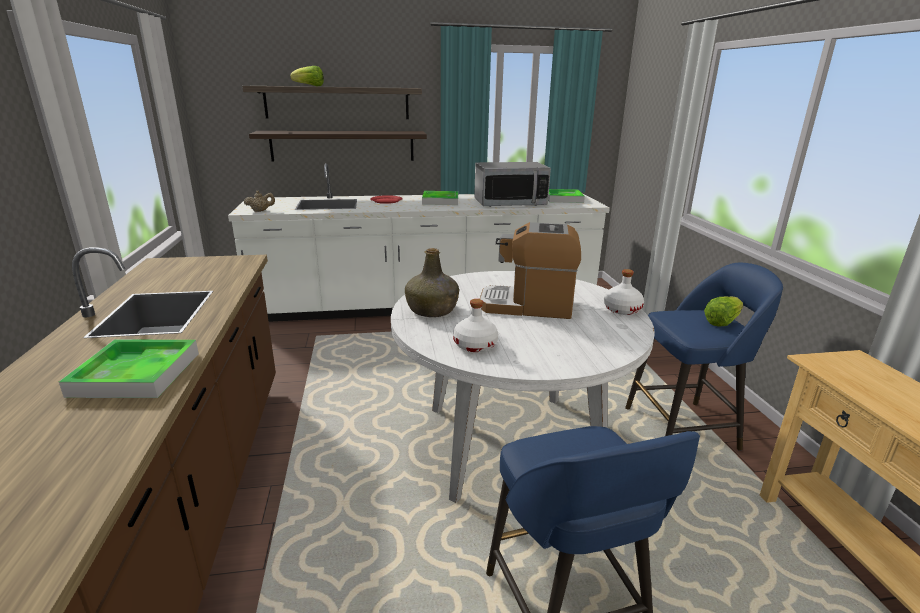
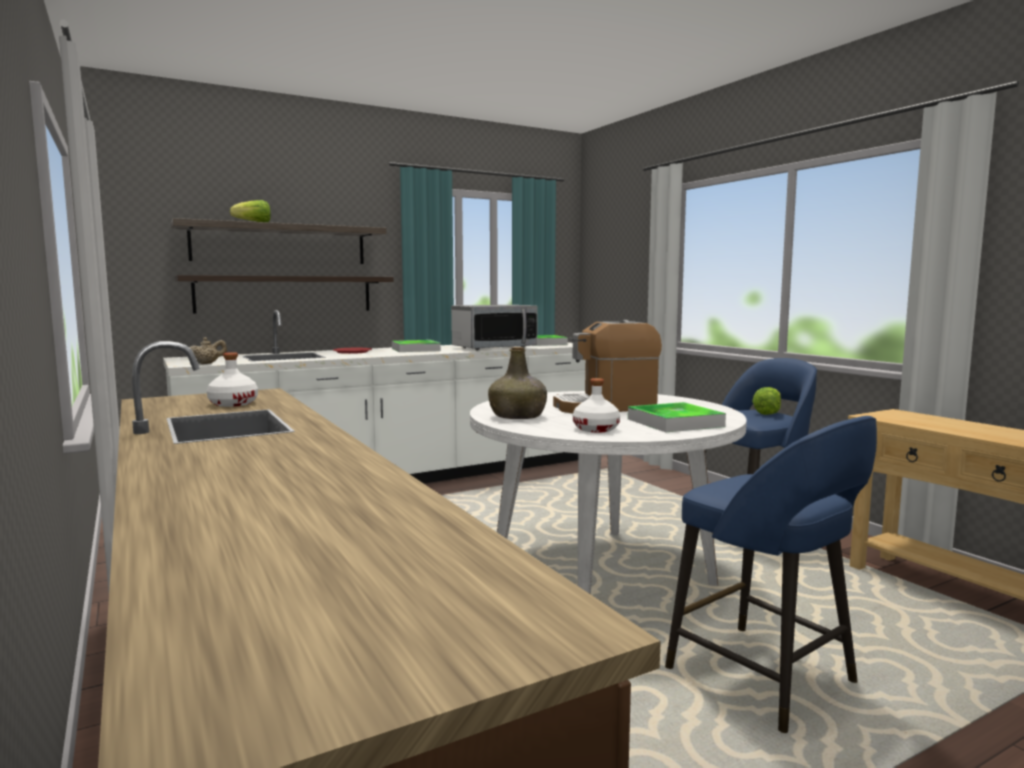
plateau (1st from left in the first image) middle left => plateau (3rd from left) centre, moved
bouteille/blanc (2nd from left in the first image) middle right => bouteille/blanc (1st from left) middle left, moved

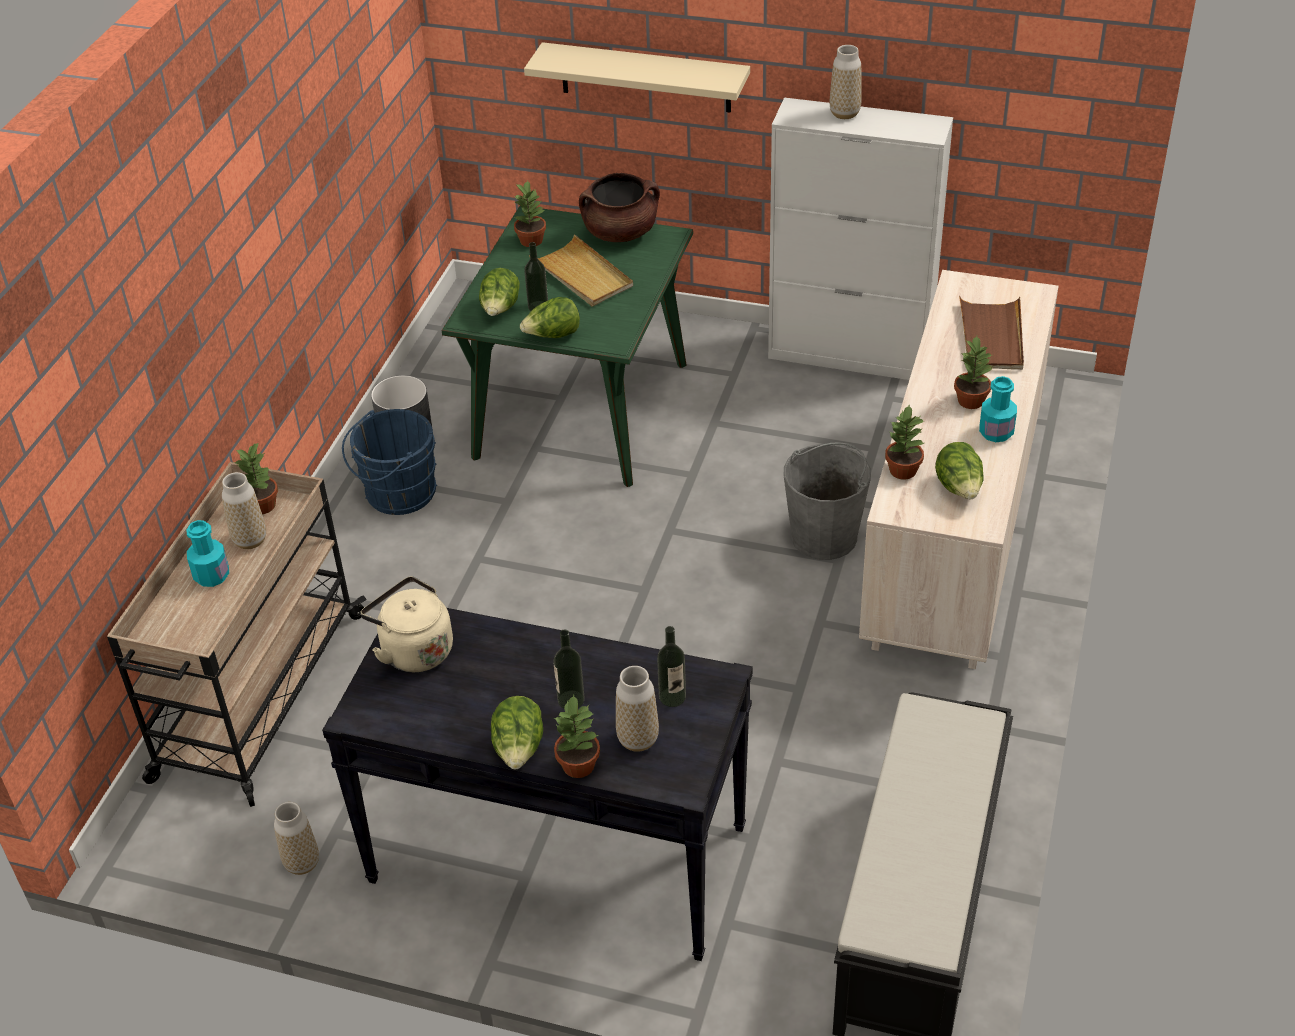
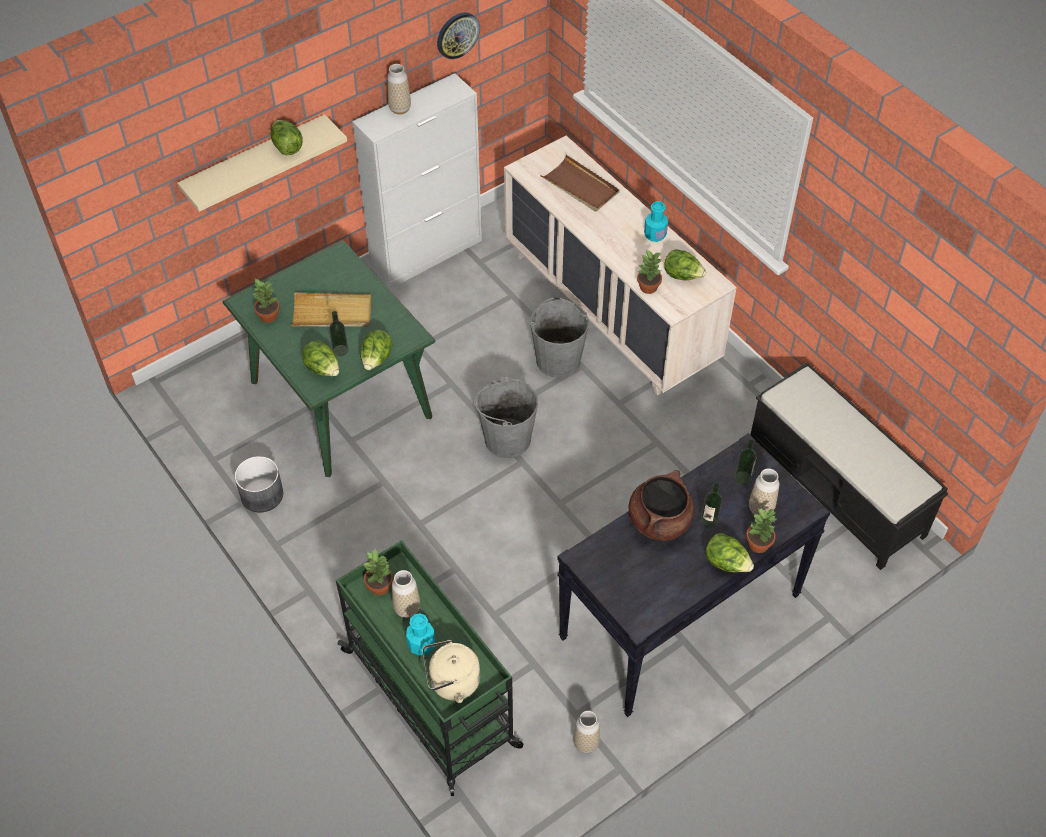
seau/bleu middle left => nothing
plante en pot (5th from left) middle right => nothing
nothing => laitue (1st from left) top left
nothing => horloge murale top centre
nothing => seau/gris (1st from left) centre
bouilloire/beige middle left => bouilloire/beige bottom centre, moved
marmite/marron top centre => marmite/marron centre, moved
chariot/beige middle left => chariot/vert bottom centre

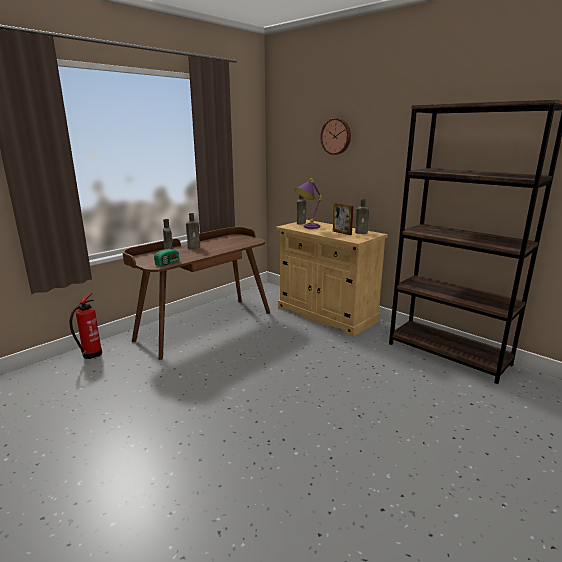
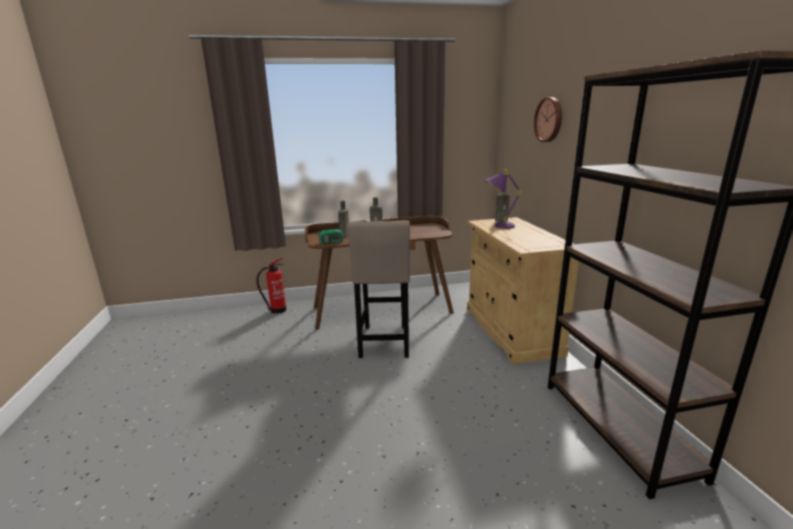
cadre photo centre => nothing
bouteille/marron (4th from left) centre => nothing
nothing => tabouret/beige centre

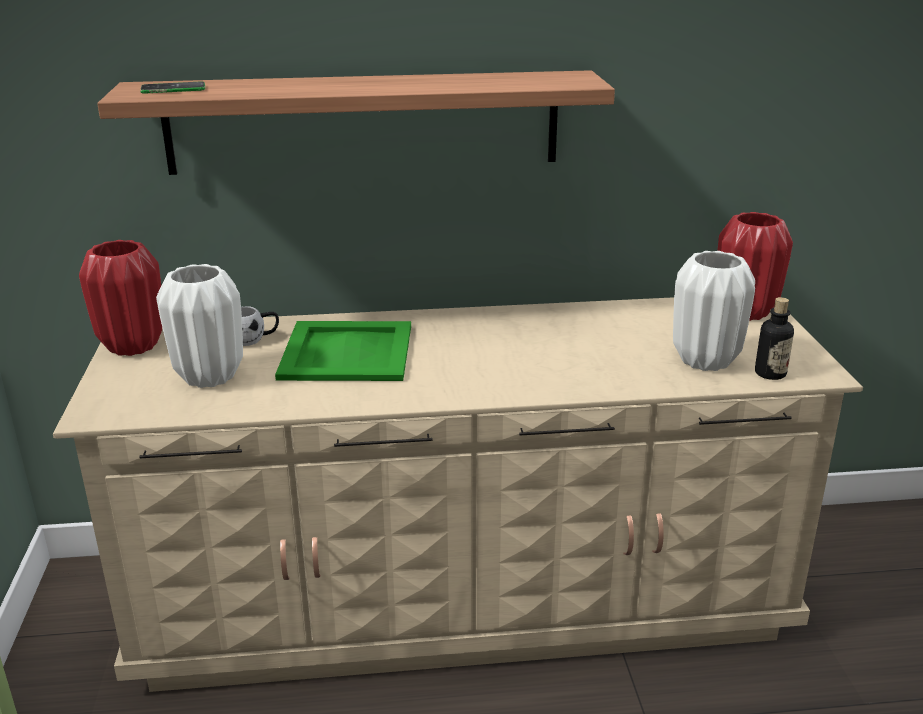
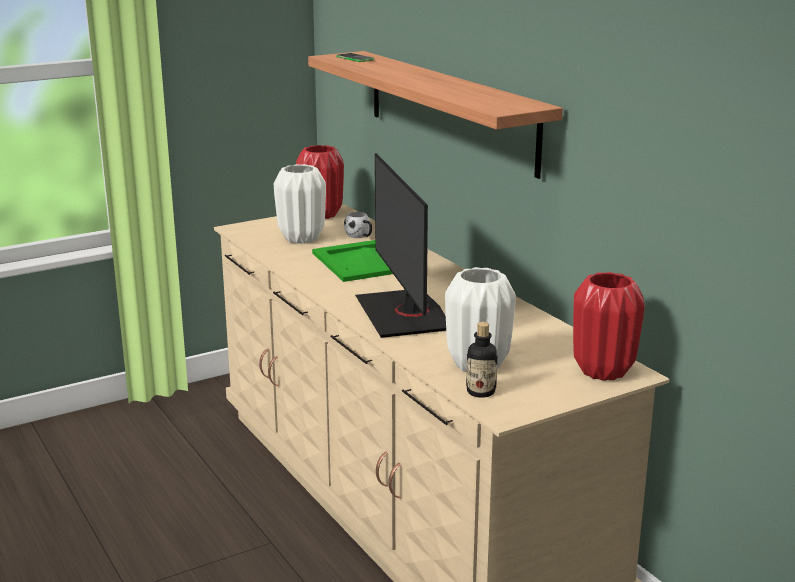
nothing => écran d'ordinateur centre

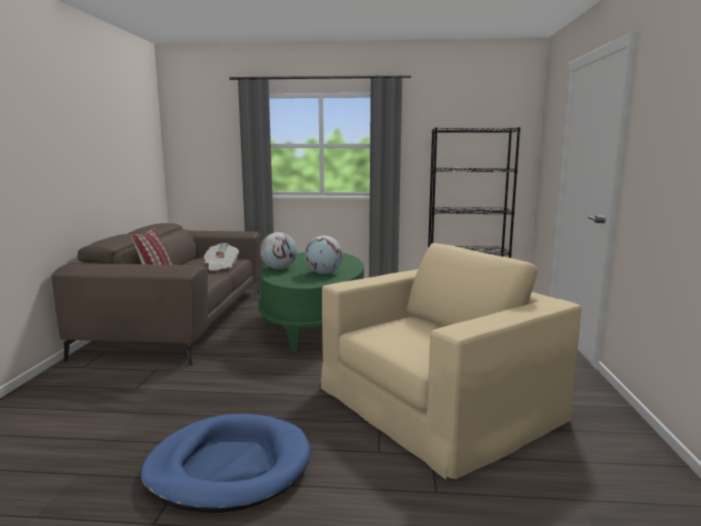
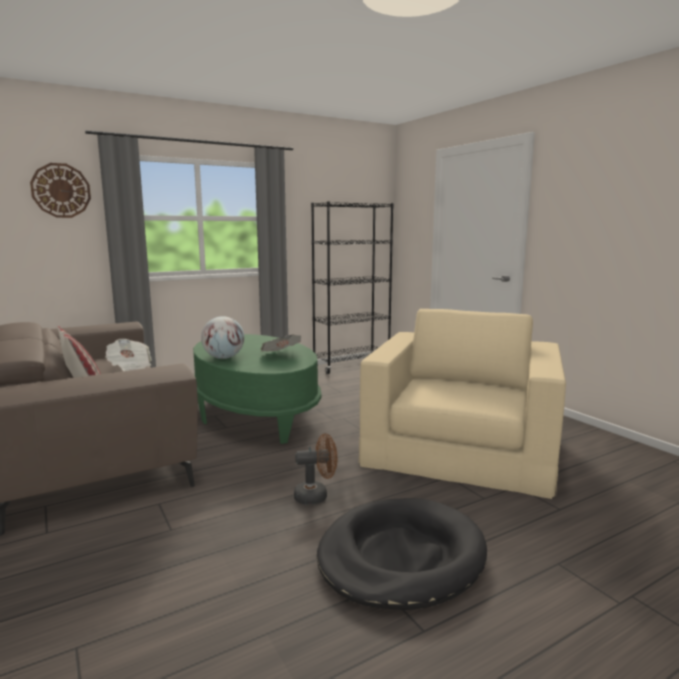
nothing => horloge murale top left
nothing => ventilateur/marron bottom centre
globe (2nd from left) centre => journal (2nd from left) centre
panier pour chien/bleu bottom left => panier pour chien/noir bottom centre

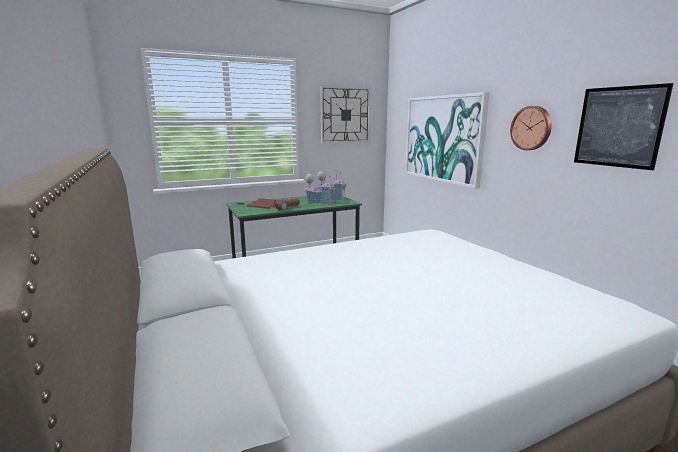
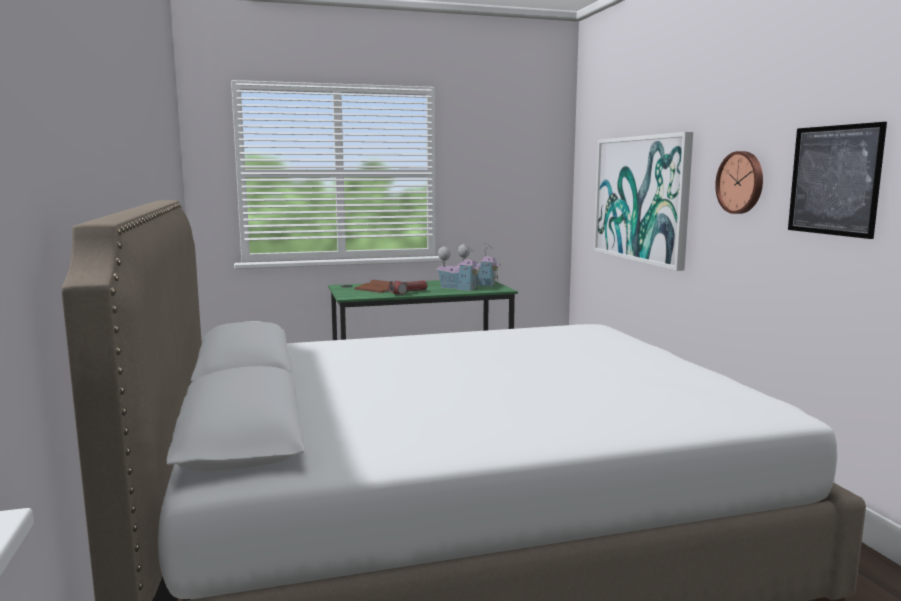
horloge murale (1st from left) top centre => nothing

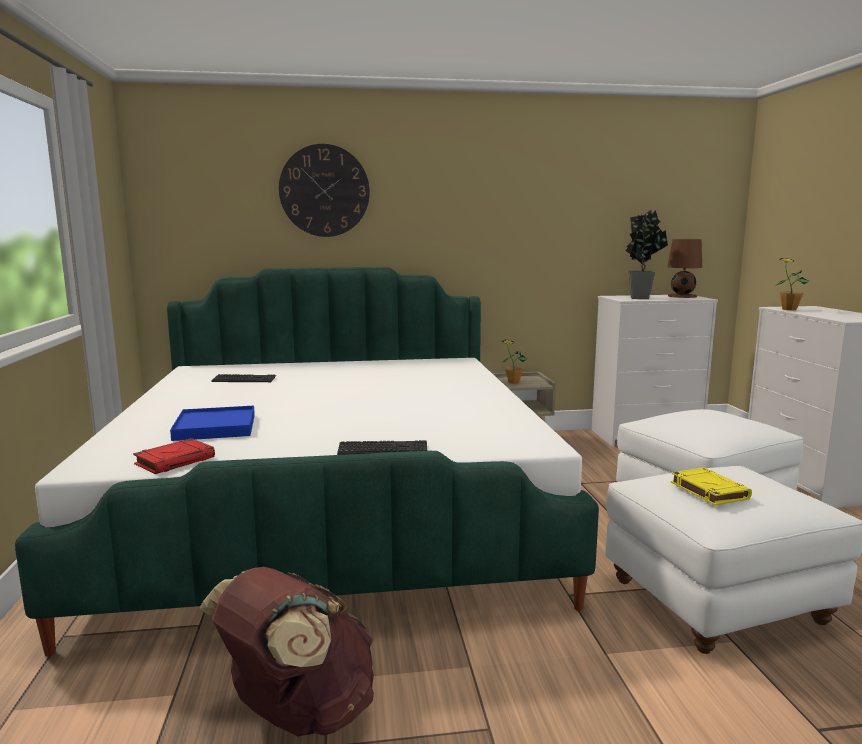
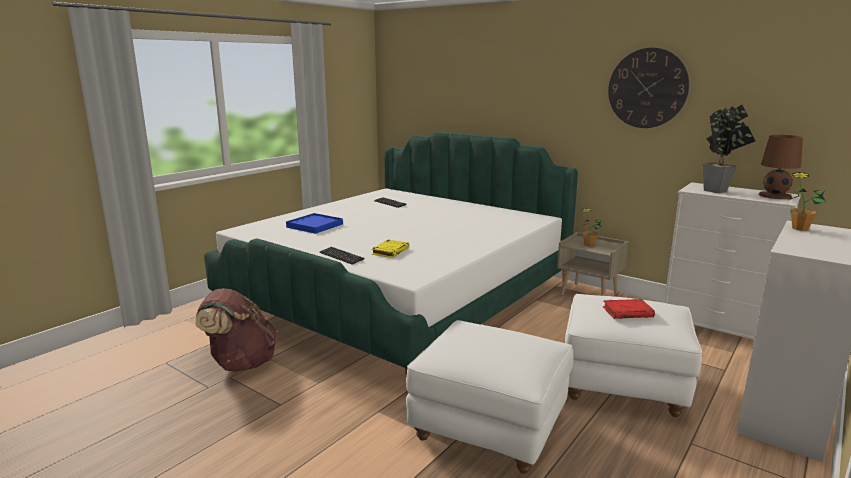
livre/rouge middle left => livre/rouge middle right, moved
horloge murale top centre => horloge murale top right, moved
livre/jaune middle right => livre/jaune centre, moved

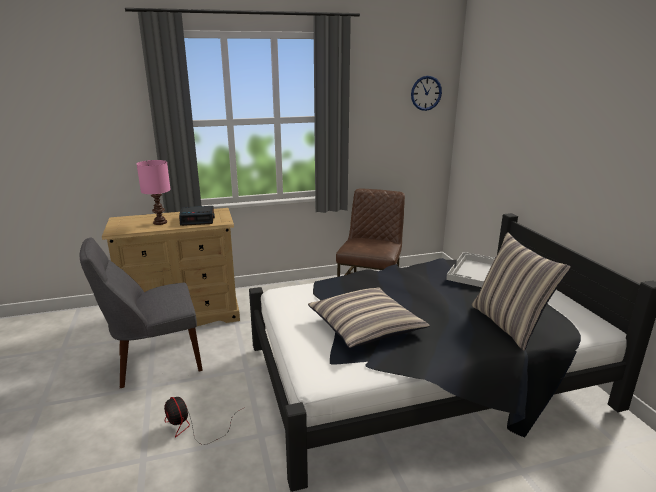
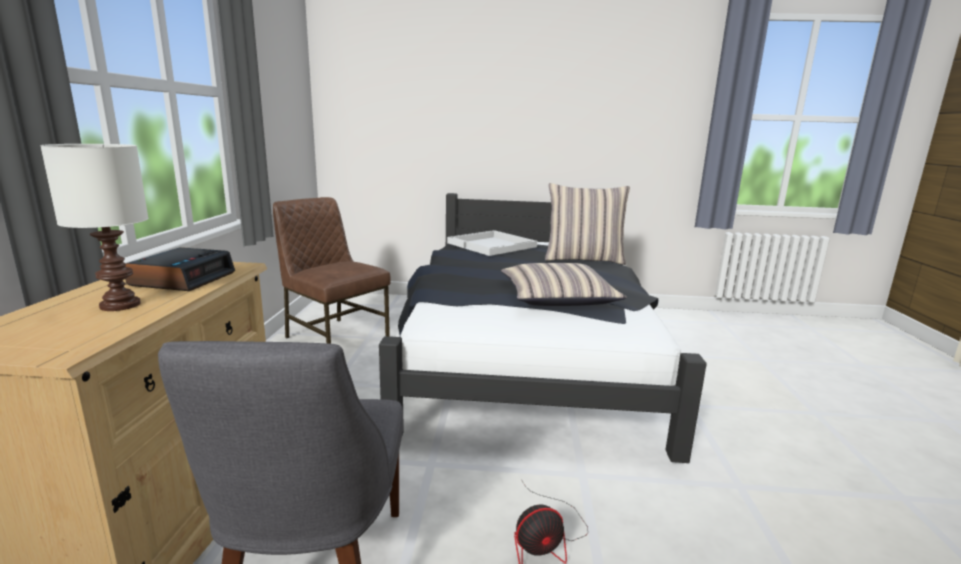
horloge murale top centre => nothing
lampe de table/rose middle left => lampe de table/blanc middle left

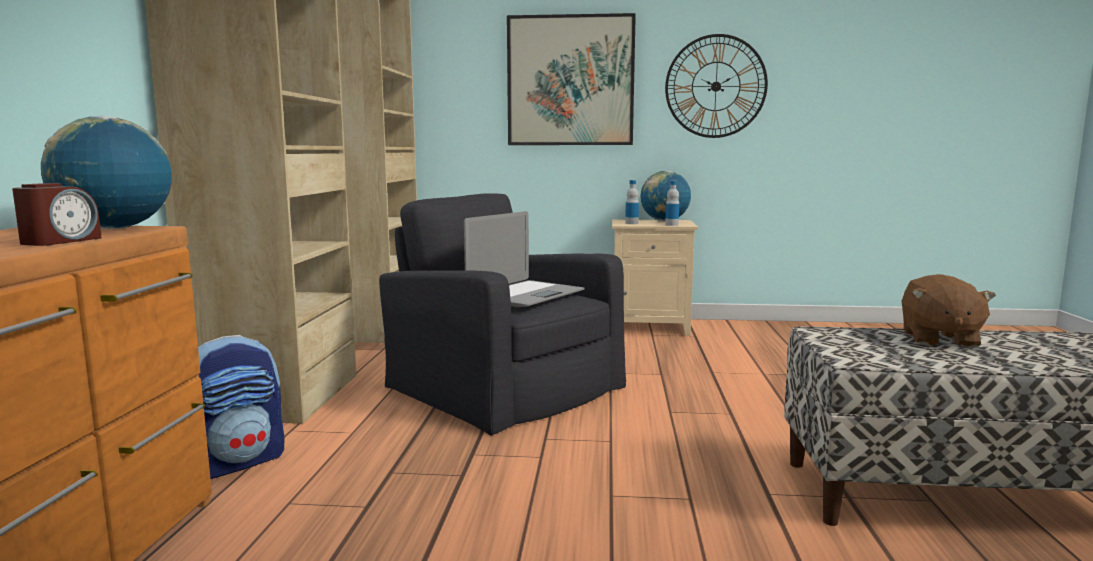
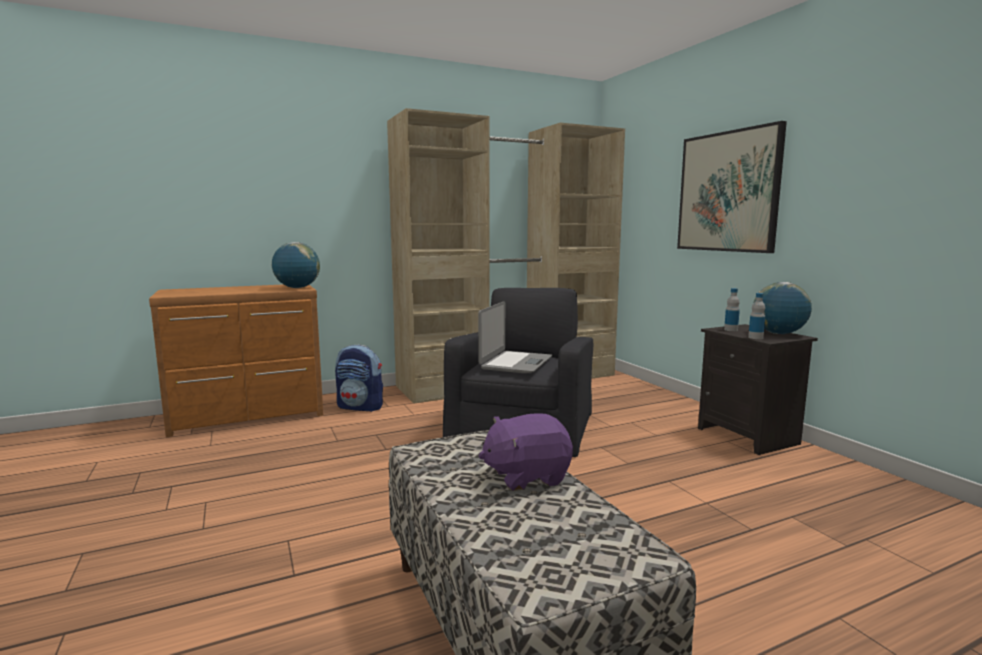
réveil middle left => nothing
horloge murale top centre => nothing
table de chevet/beige centre => table de chevet/noir middle right
peluche/marron middle right => peluche/violet bottom centre
ordinateur portable centre, 75 degrees counterclockwise

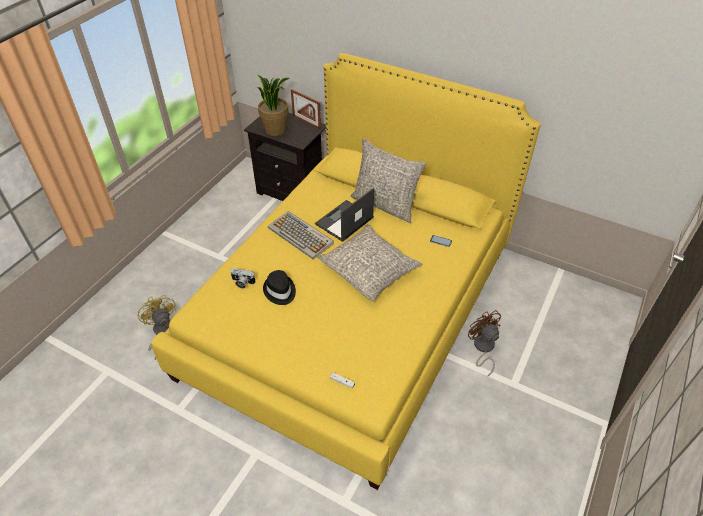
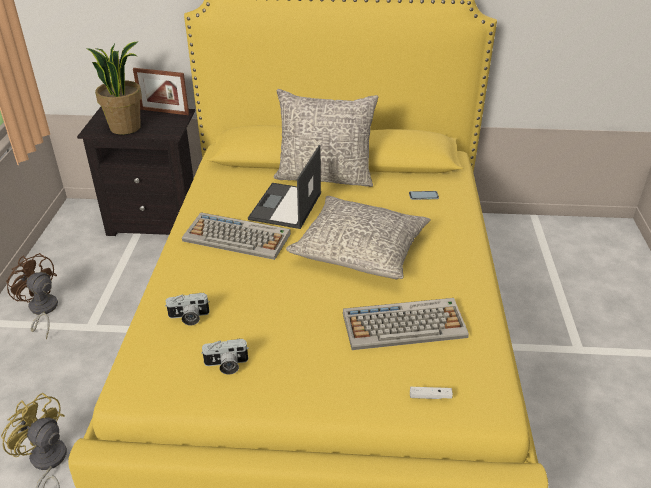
chapeau/noir centre => nothing
nothing => appareil photo (2nd from left) bottom centre
nothing => clavier (2nd from left) centre
ventilateur/marron middle right => ventilateur/marron middle left, moved

